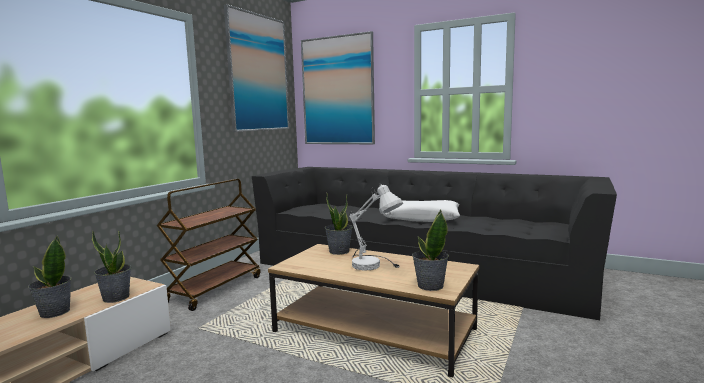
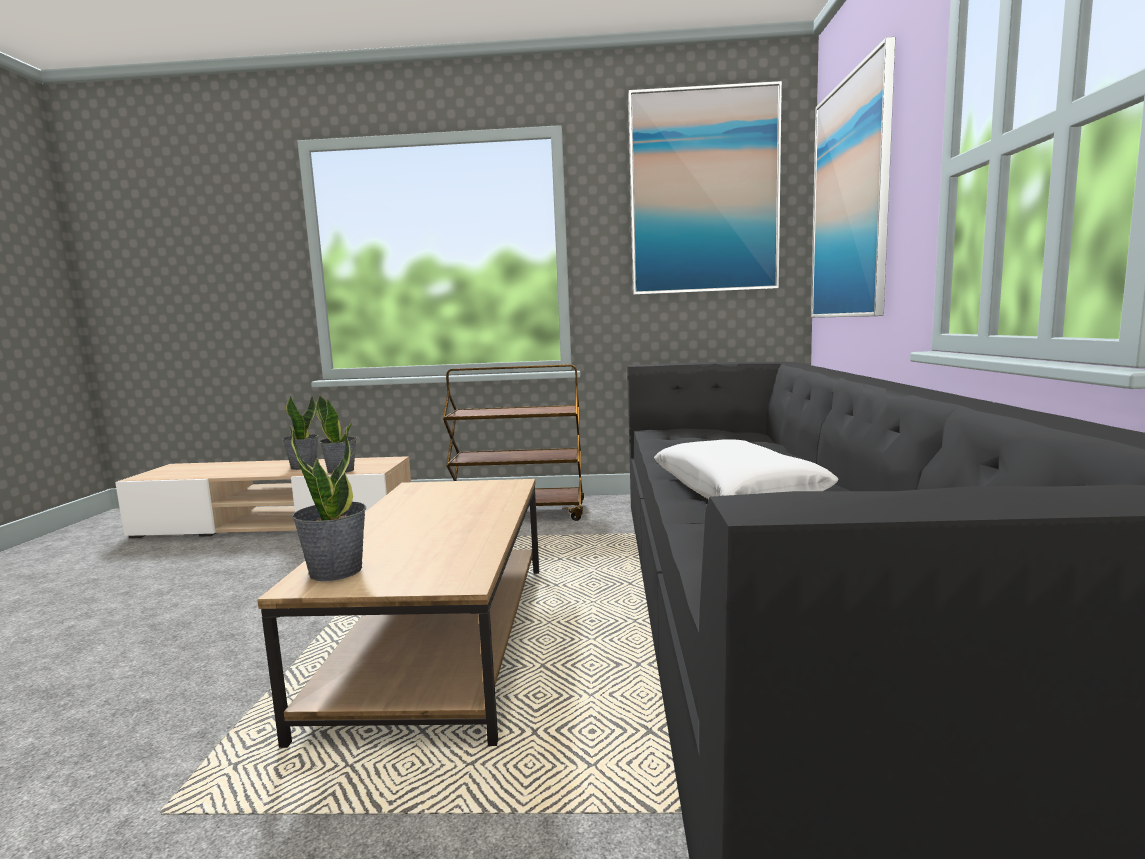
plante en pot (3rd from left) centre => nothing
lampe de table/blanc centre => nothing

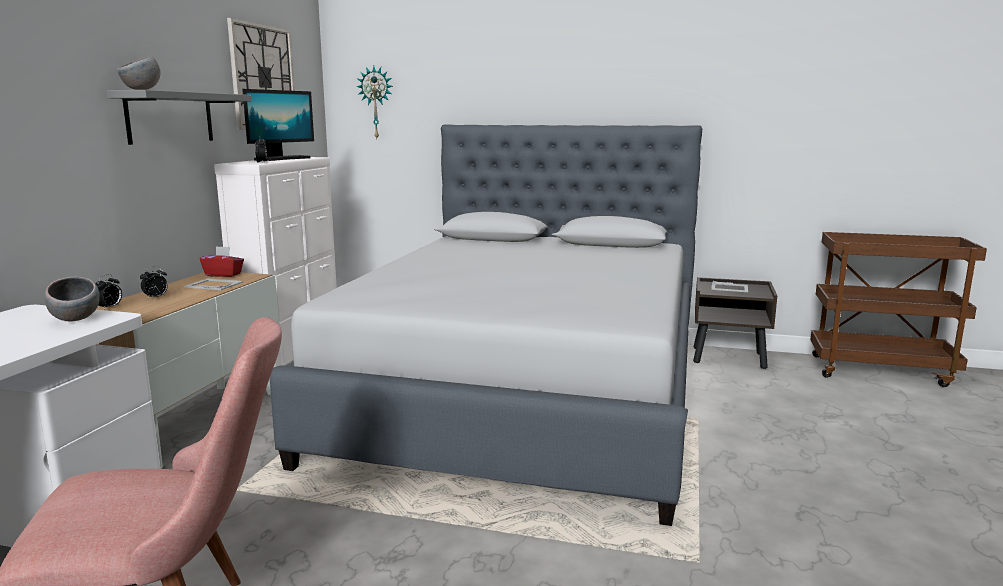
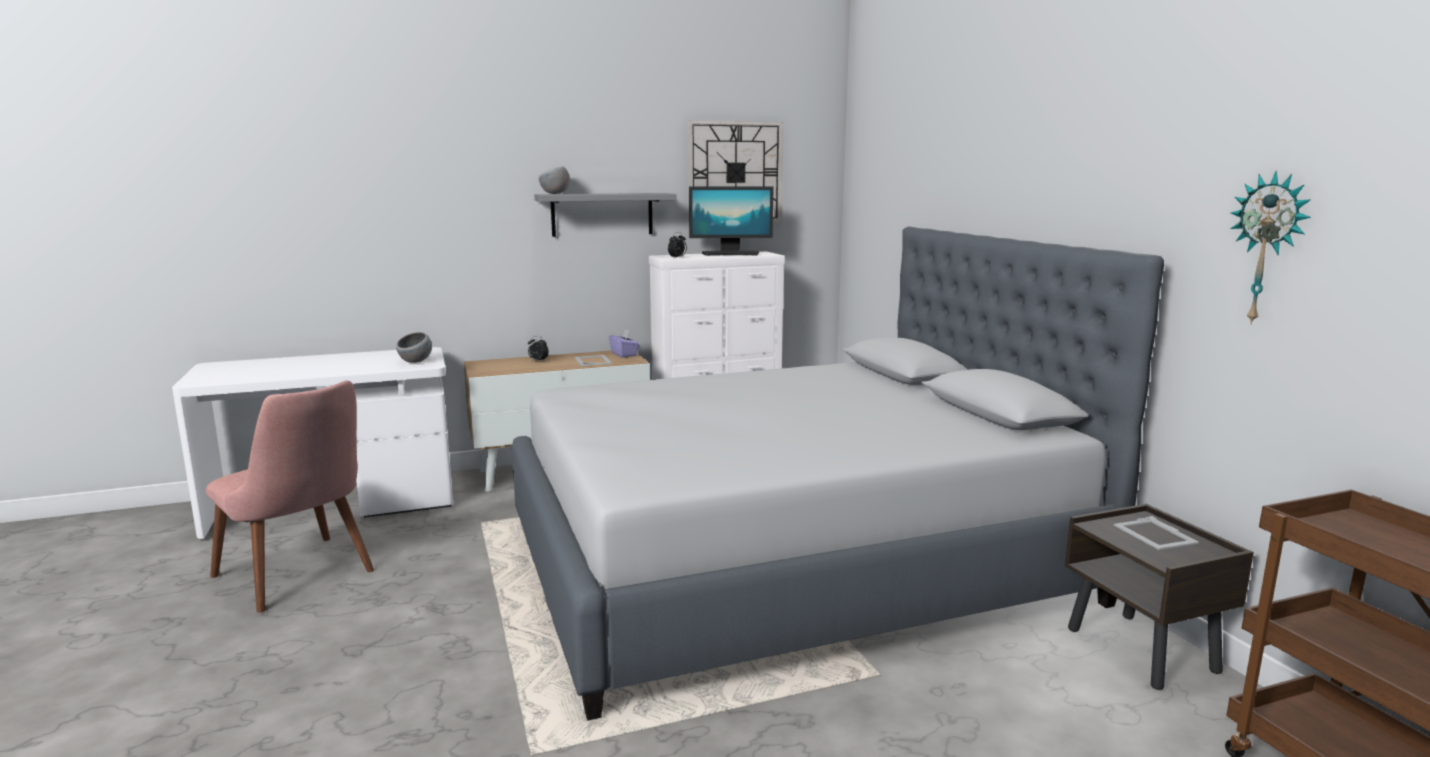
réveil (1st from left) middle left => nothing
horloge murale (2nd from left) top centre => horloge murale (2nd from left) top right, moved
boîte à mouchoirs/rouge middle left => boîte à mouchoirs/violet centre

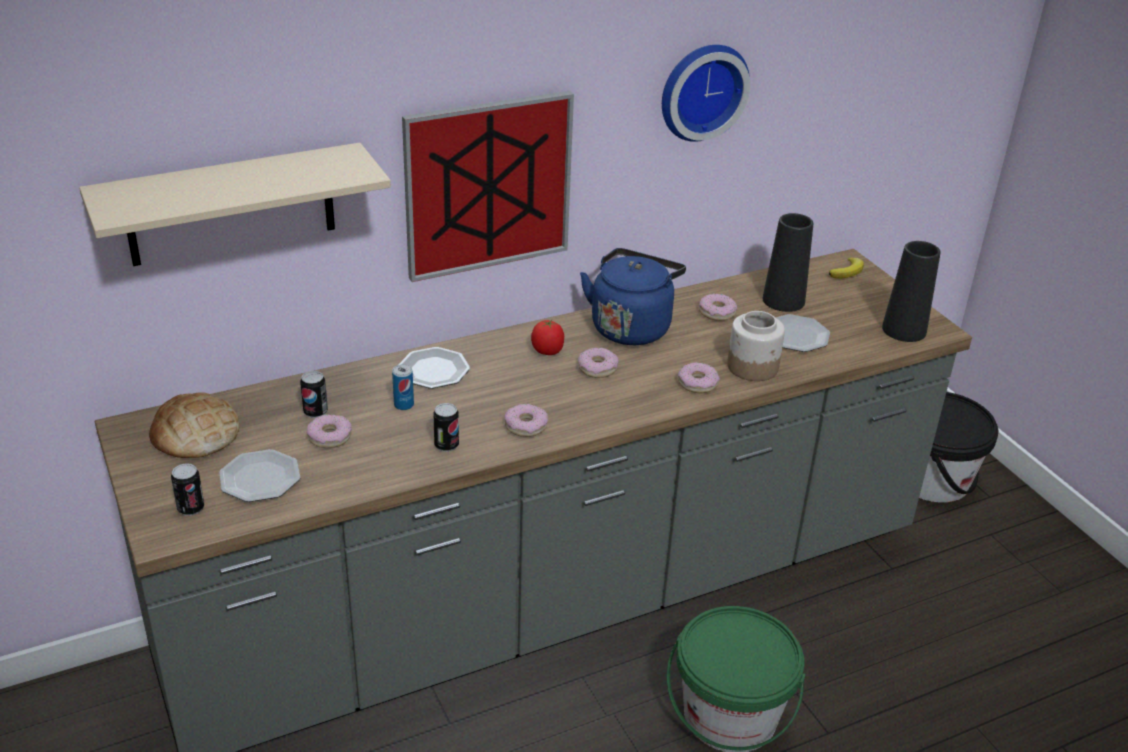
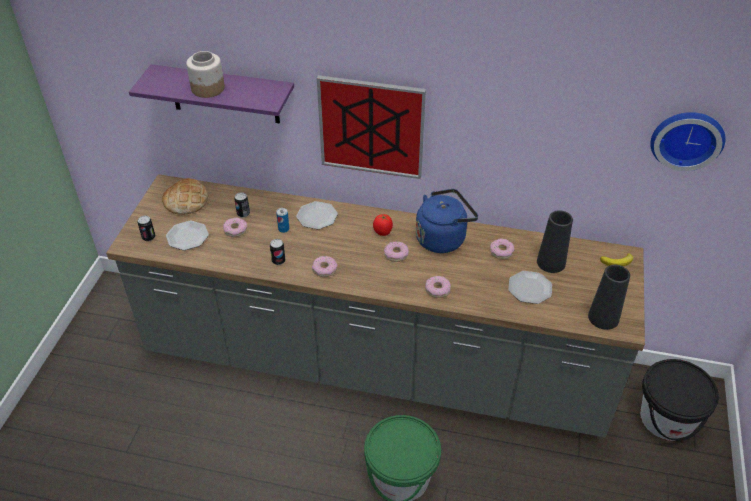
horloge murale top centre => horloge murale top right, moved
bocal middle right => bocal top left, moved
étagère/beige top left => étagère/violet top left

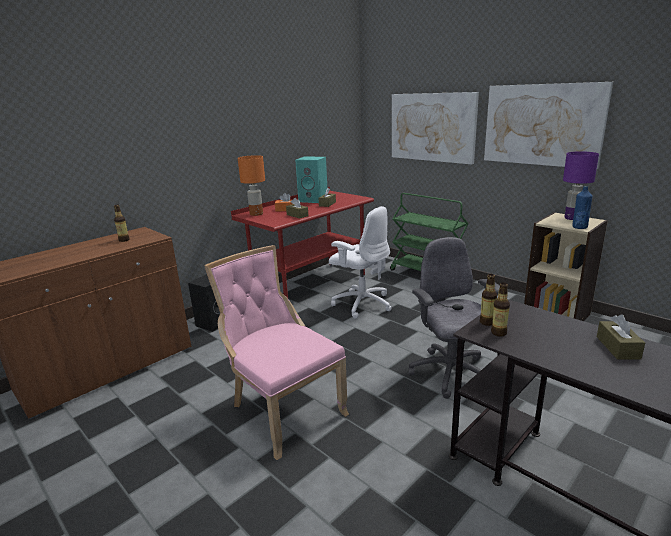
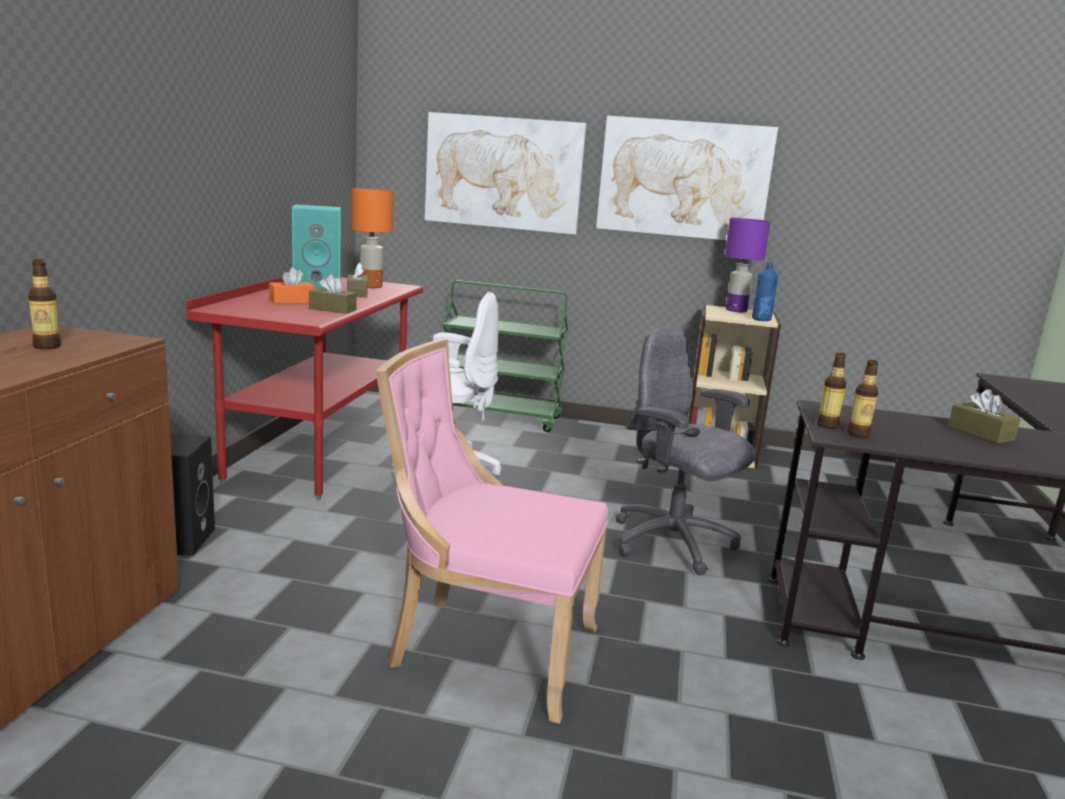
lampe de table/orange centre => lampe de table/orange top centre, moved

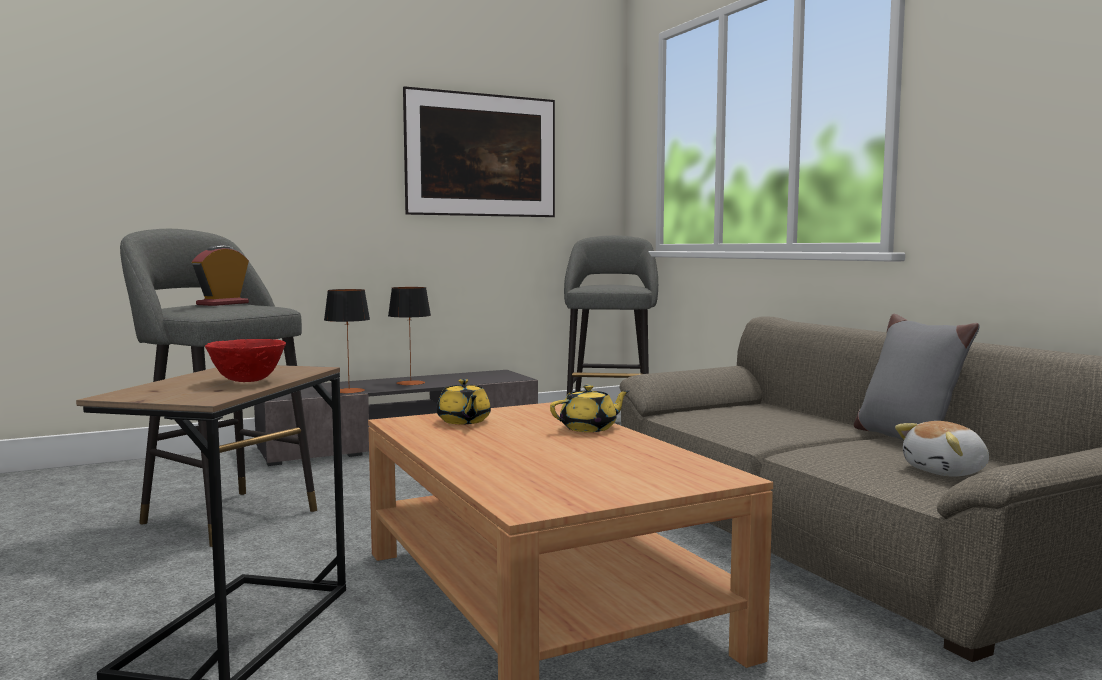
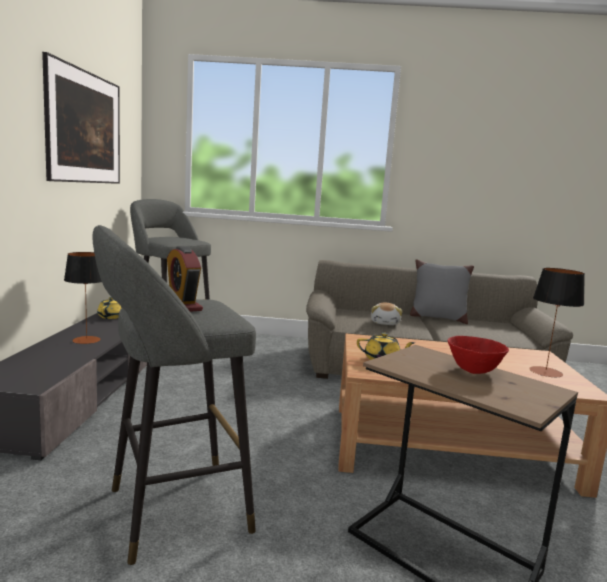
lampe de table (1st from left in the first image) middle left => lampe de table (2nd from left) middle right, moved
théière/jaune (2nd from left in the first image) centre => théière/jaune (1st from left) middle left, moved
peluche middle right => peluche centre, moved

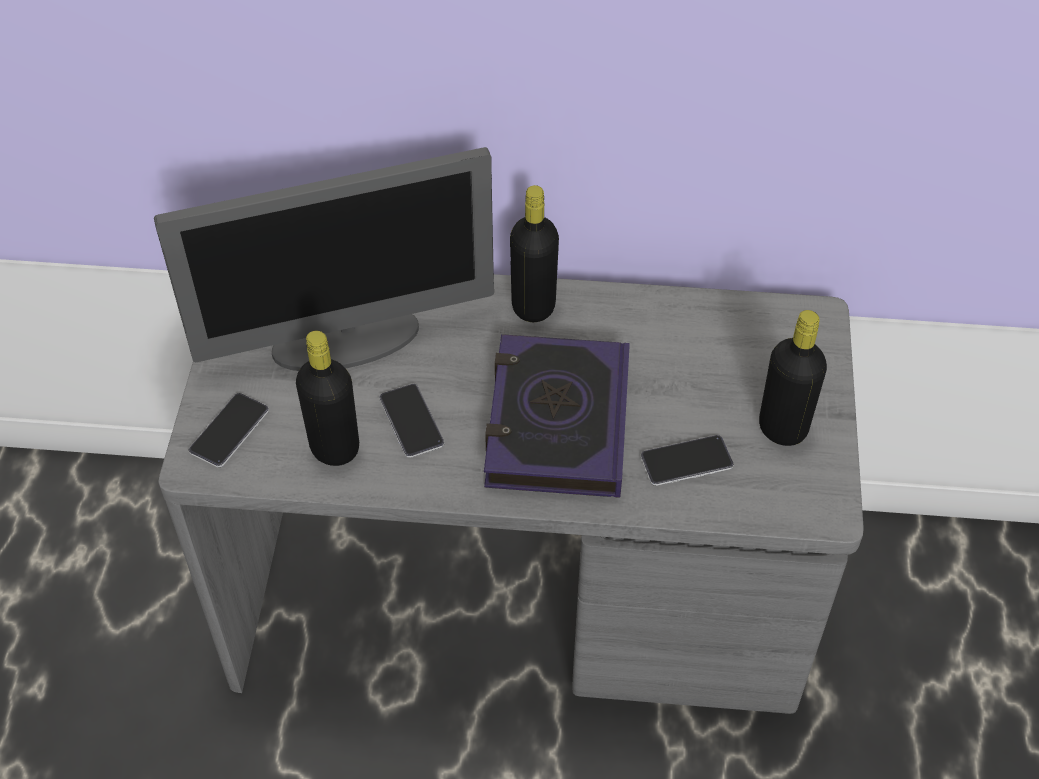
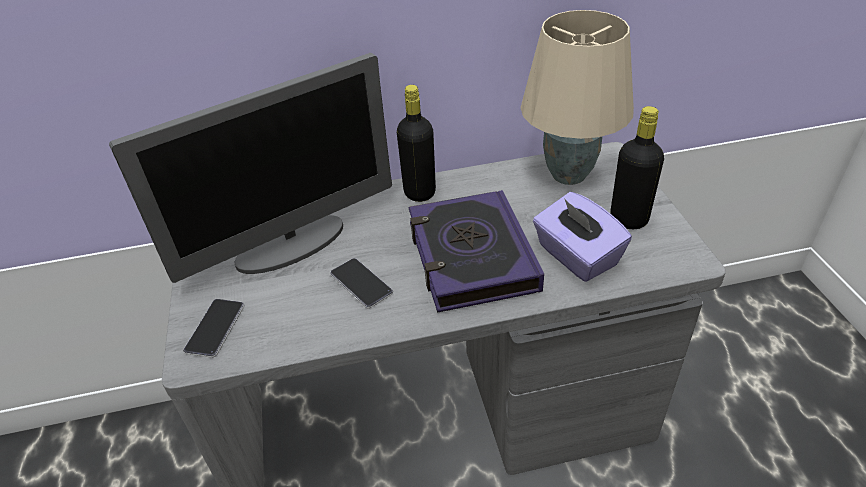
bouteille/noir (1st from left) middle left => nothing
nothing => lampe de table/beige top centre
téléphone (3rd from left) centre => boîte à mouchoirs/violet middle right

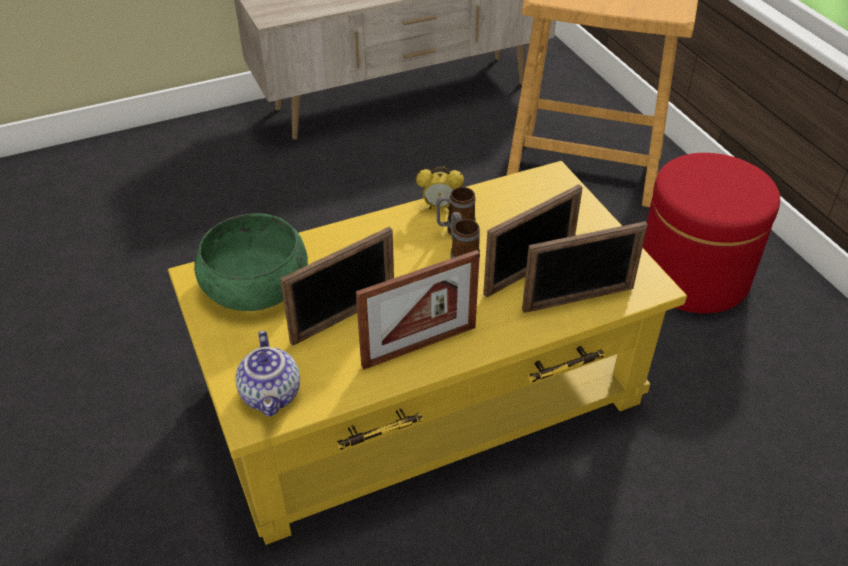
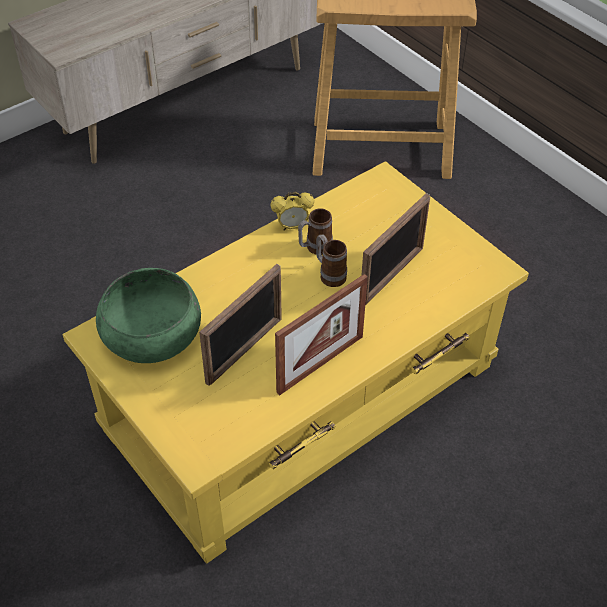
théière middle left => nothing
cadre photo (4th from left) middle right => nothing
pouf/rouge middle right => nothing

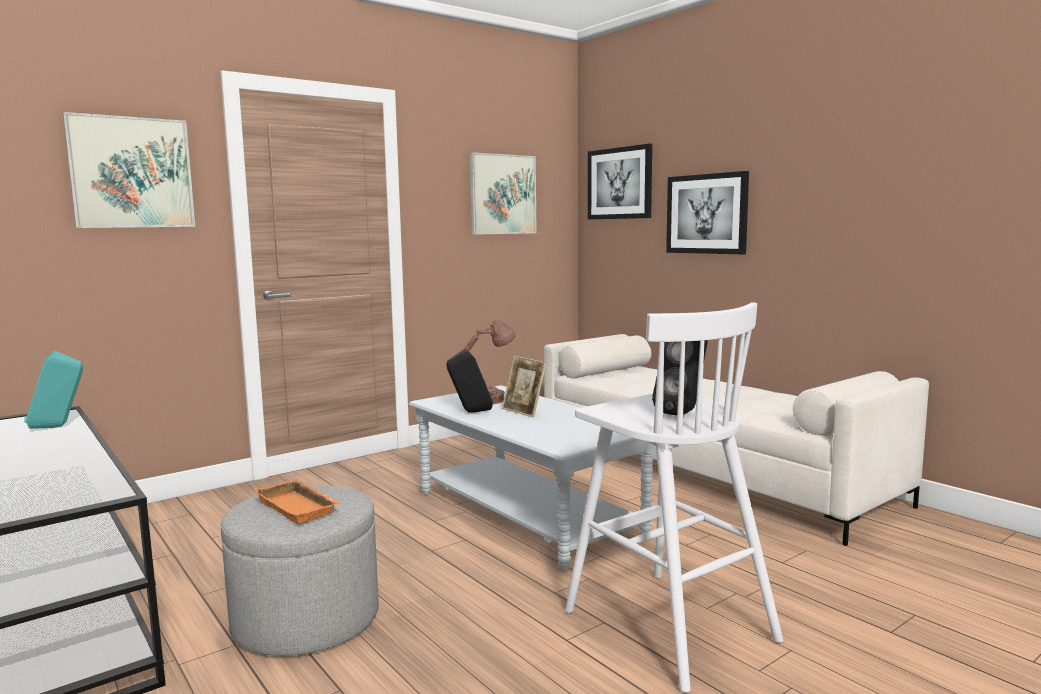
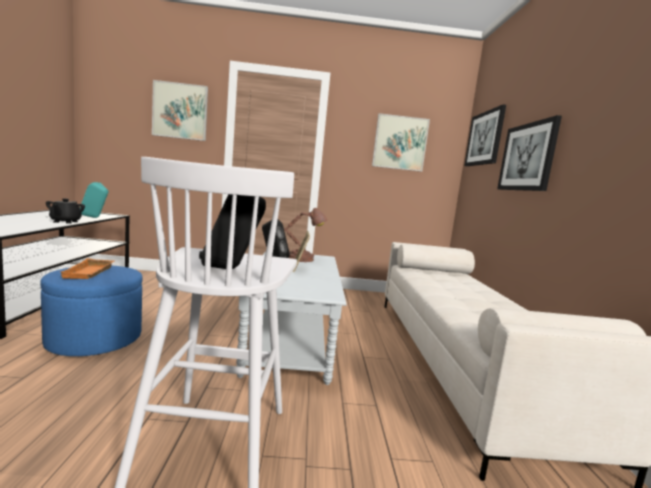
nothing => théière/noir middle left
pouf/gris bottom left => pouf/bleu middle left

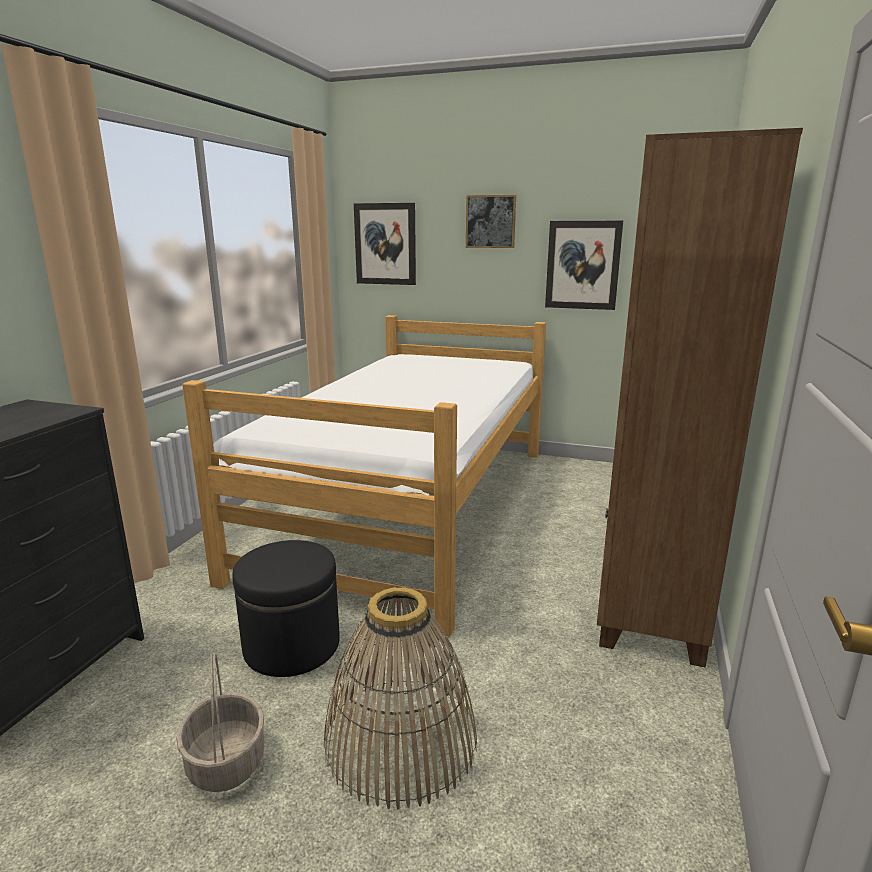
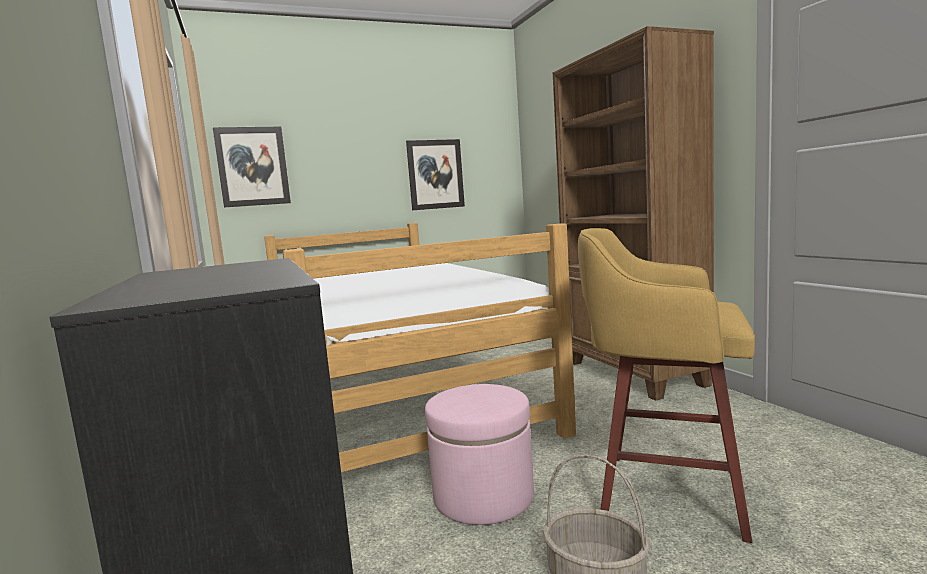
tableau (2nd from left) top centre => nothing
panier (2nd from left) bottom centre => tabouret/jaune bottom right
pouf/noir bottom left => pouf/rose bottom centre

